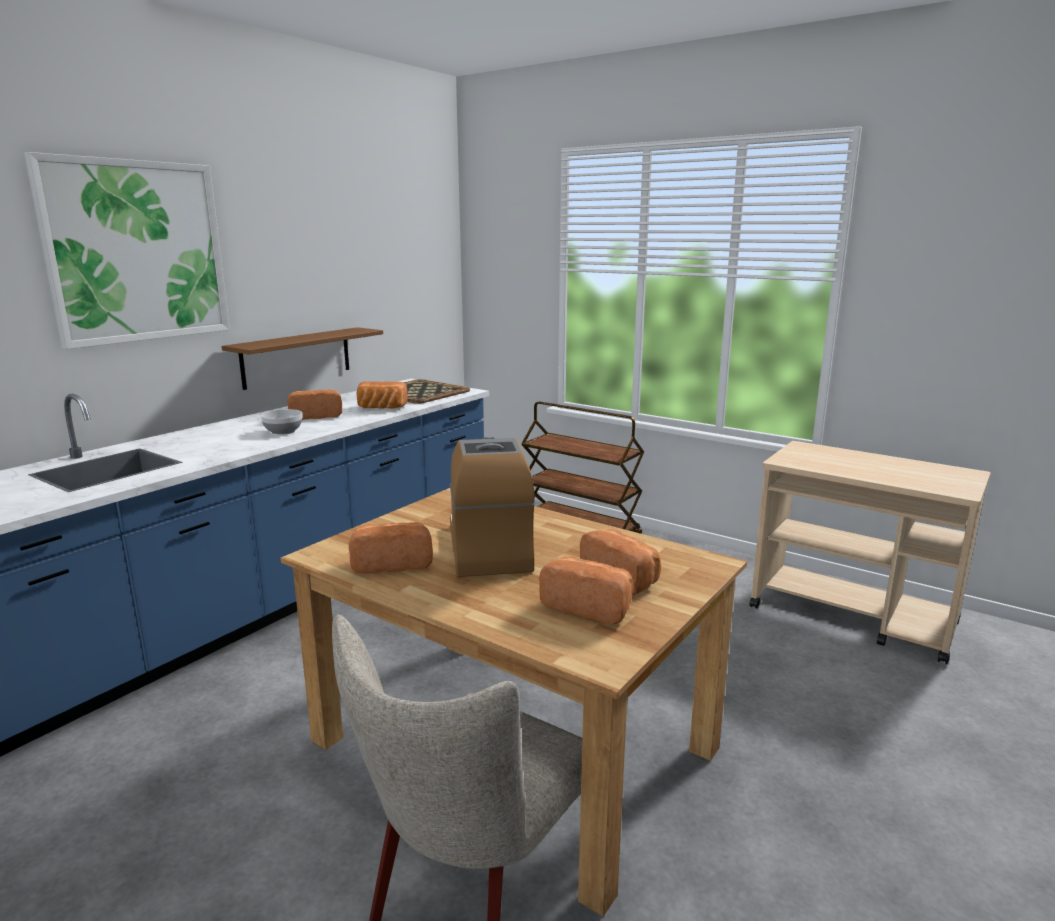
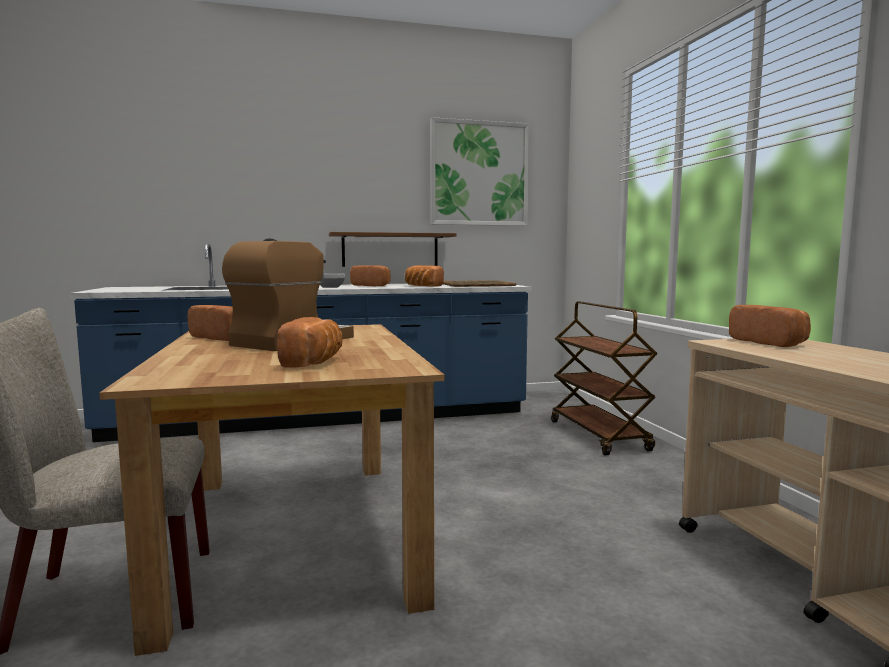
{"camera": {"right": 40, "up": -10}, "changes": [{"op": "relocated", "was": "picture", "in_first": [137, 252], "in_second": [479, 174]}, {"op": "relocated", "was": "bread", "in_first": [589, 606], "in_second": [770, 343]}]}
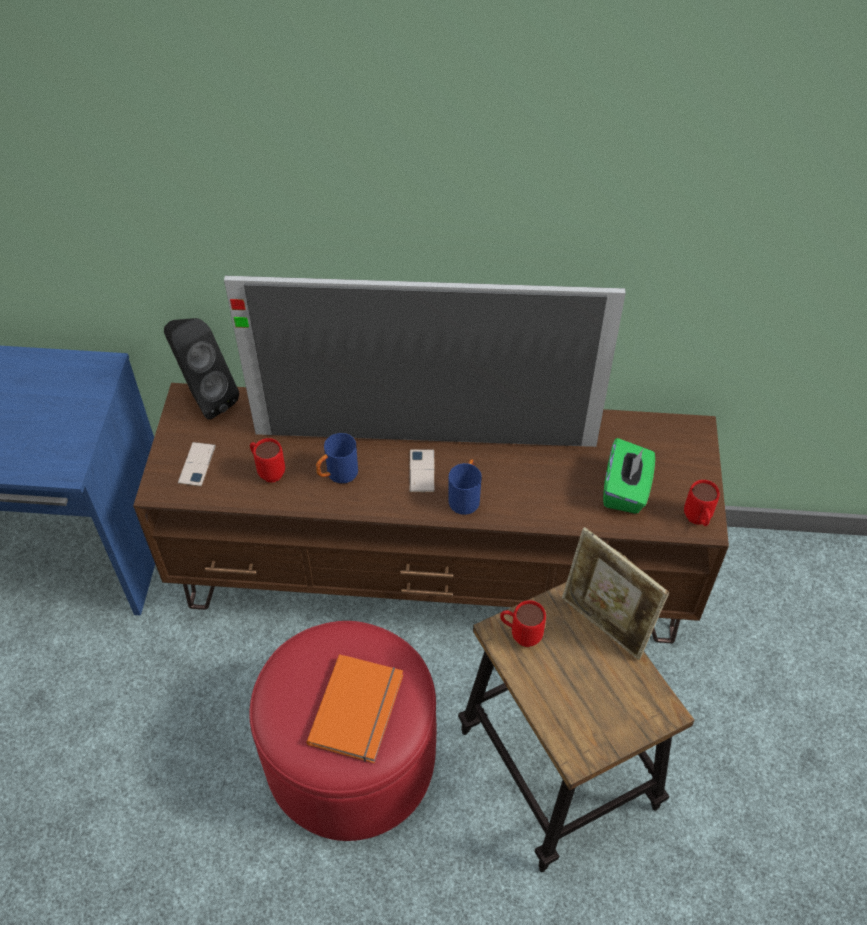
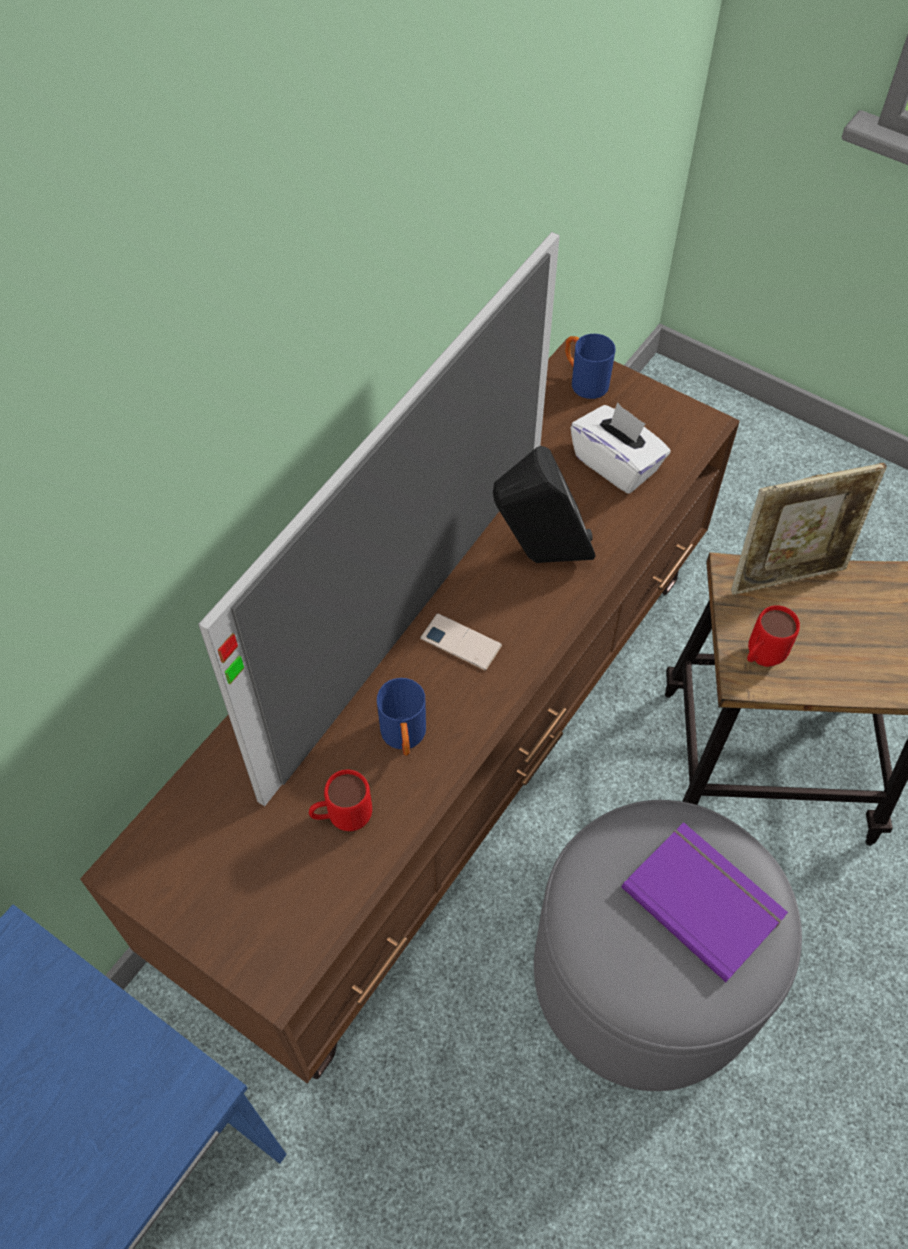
{"camera": {"right": -60, "up": 5}, "changes": [{"op": "relocated", "was": "black speaker", "in_first": [205, 399], "in_second": [539, 557]}, {"op": "colour", "was": "red ottoman", "now": "grey ottoman", "in_first": [351, 757], "in_second": [646, 974]}, {"op": "relocated", "was": "blue mug", "in_first": [465, 497], "in_second": [583, 381]}, {"op": "colour", "was": "green tissue box", "now": "white tissue box", "in_first": [625, 490], "in_second": [616, 464]}, {"op": "colour", "was": "orange book", "now": "purple book", "in_first": [360, 710], "in_second": [704, 899]}, {"op": "missing", "was": "phone", "in_first": [197, 464]}, {"op": "missing", "was": "red mug", "in_first": [697, 521]}]}
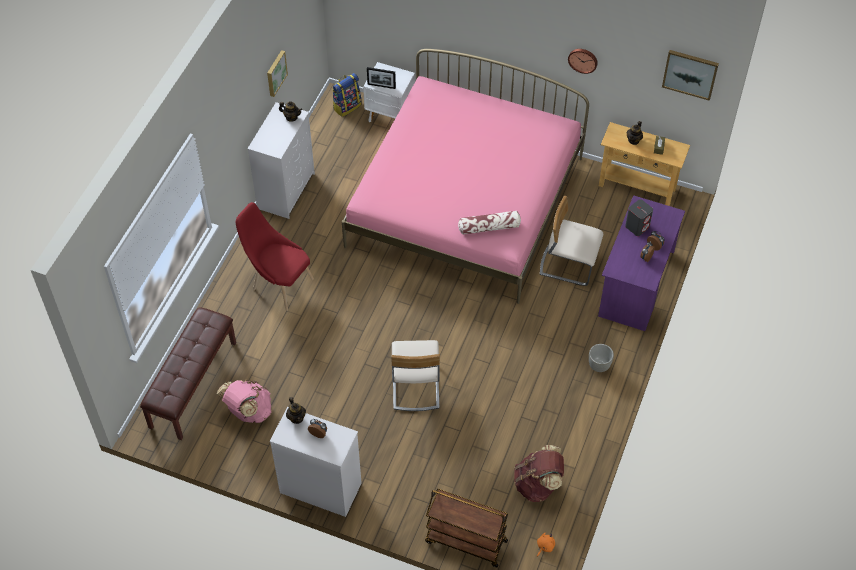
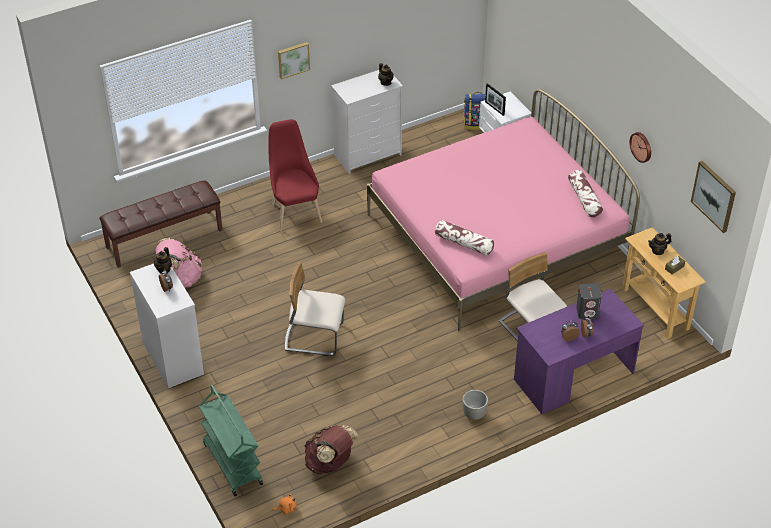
{"camera": {"right": 40, "up": -10}, "changes": [{"op": "colour", "was": "brown cart", "now": "green cart", "in_first": [465, 541], "in_second": [232, 463]}, {"op": "relocated", "was": "picture", "in_first": [275, 73], "in_second": [293, 59]}, {"op": "spun", "was": "beige chair", "in_first": [415, 386], "in_second": [314, 337], "clockwise": 60}, {"op": "appeared", "now": "pillow", "in_second": [584, 199]}]}
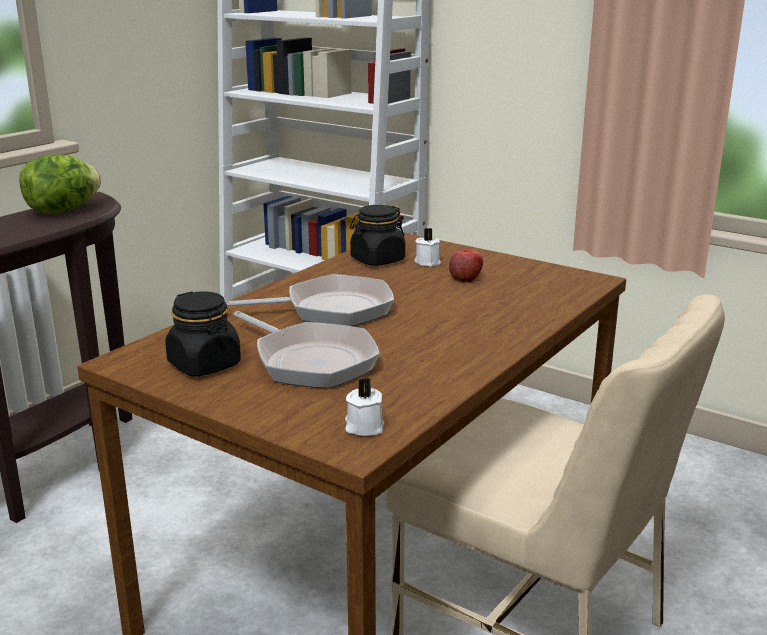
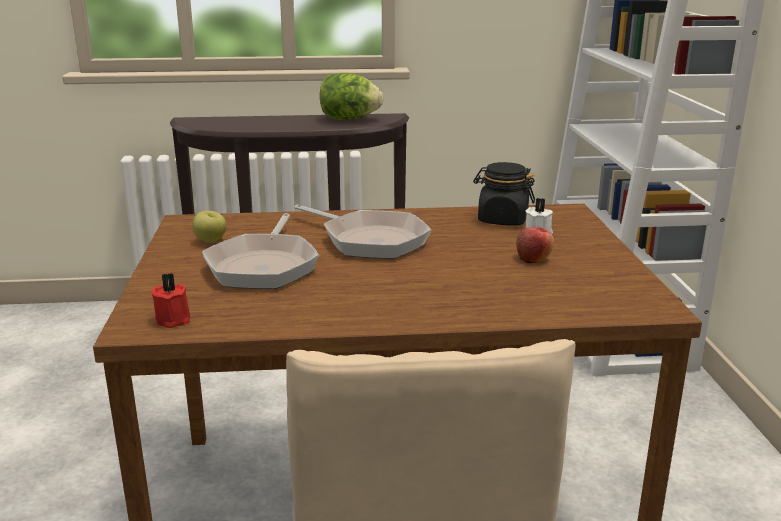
{"camera": {"right": 50, "up": 0}, "changes": [{"op": "colour", "was": "white candle", "now": "red candle", "in_first": [363, 426], "in_second": [174, 319]}, {"op": "exchanged", "was": "black jar", "now": "apple", "in_first": [204, 365], "in_second": [211, 241]}]}
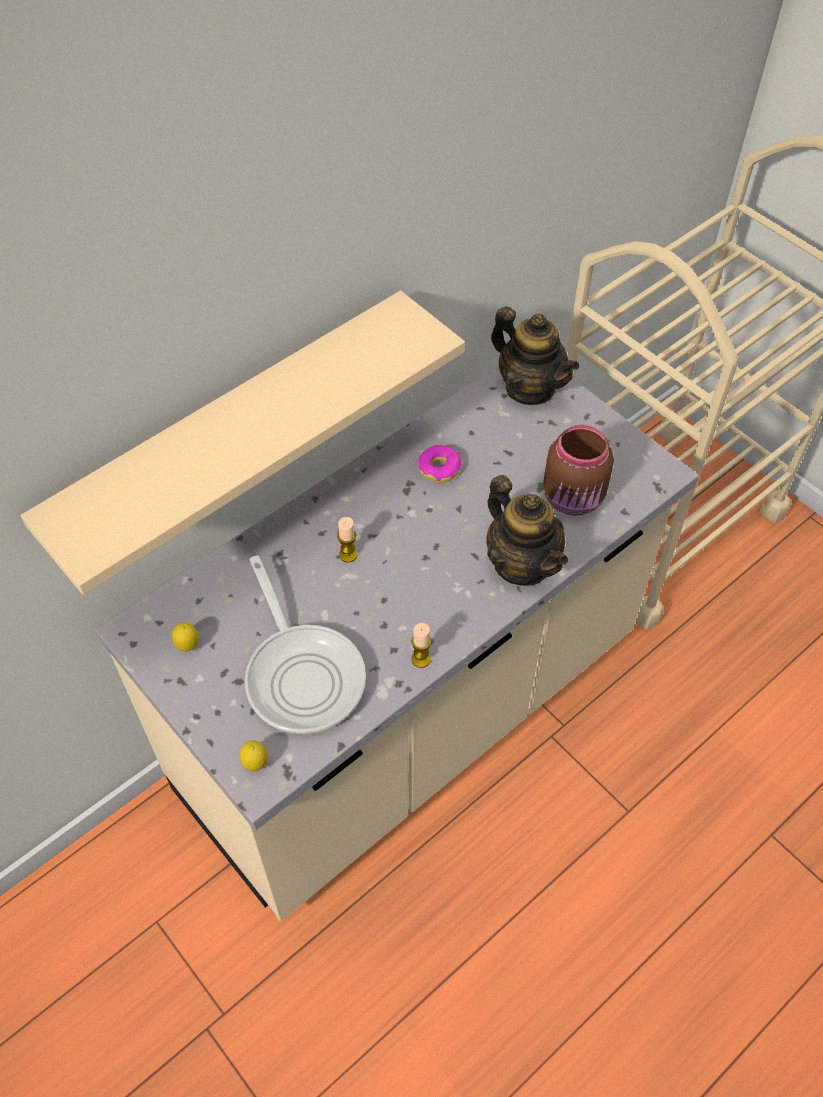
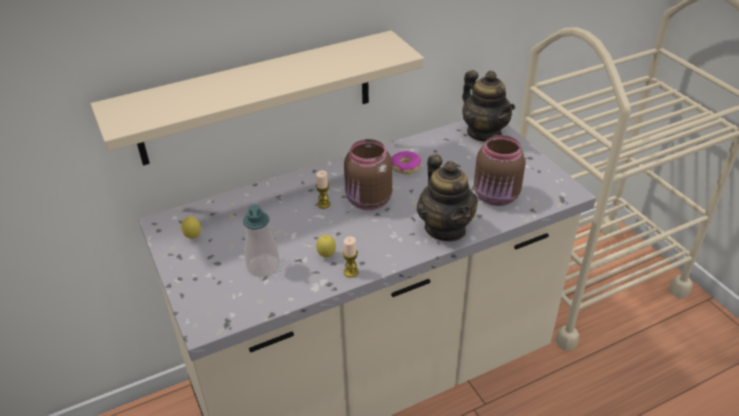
{"camera": {"right": 15, "up": -15}, "changes": [{"op": "exchanged", "was": "frying pan", "now": "soap dispenser", "in_first": [302, 674], "in_second": [263, 266]}, {"op": "relocated", "was": "lemon", "in_first": [255, 764], "in_second": [326, 256]}, {"op": "appeared", "now": "brown jar", "in_second": [368, 201]}]}
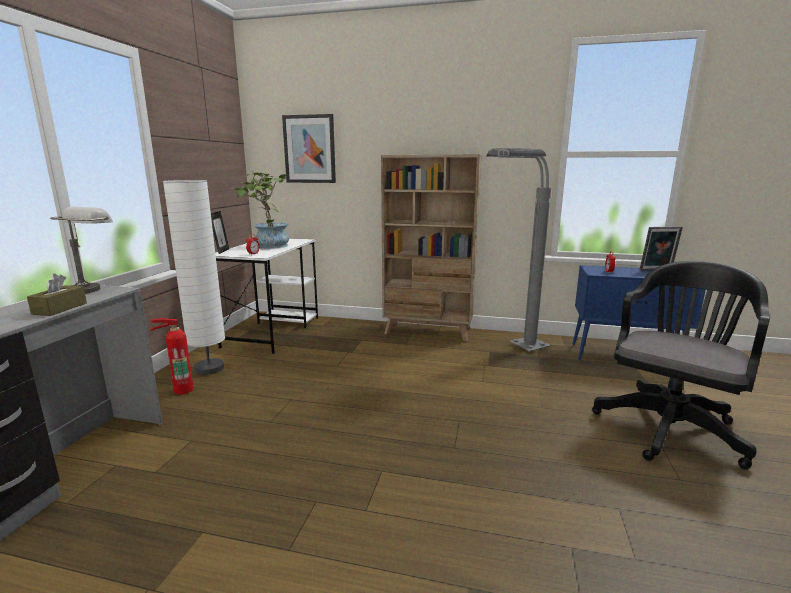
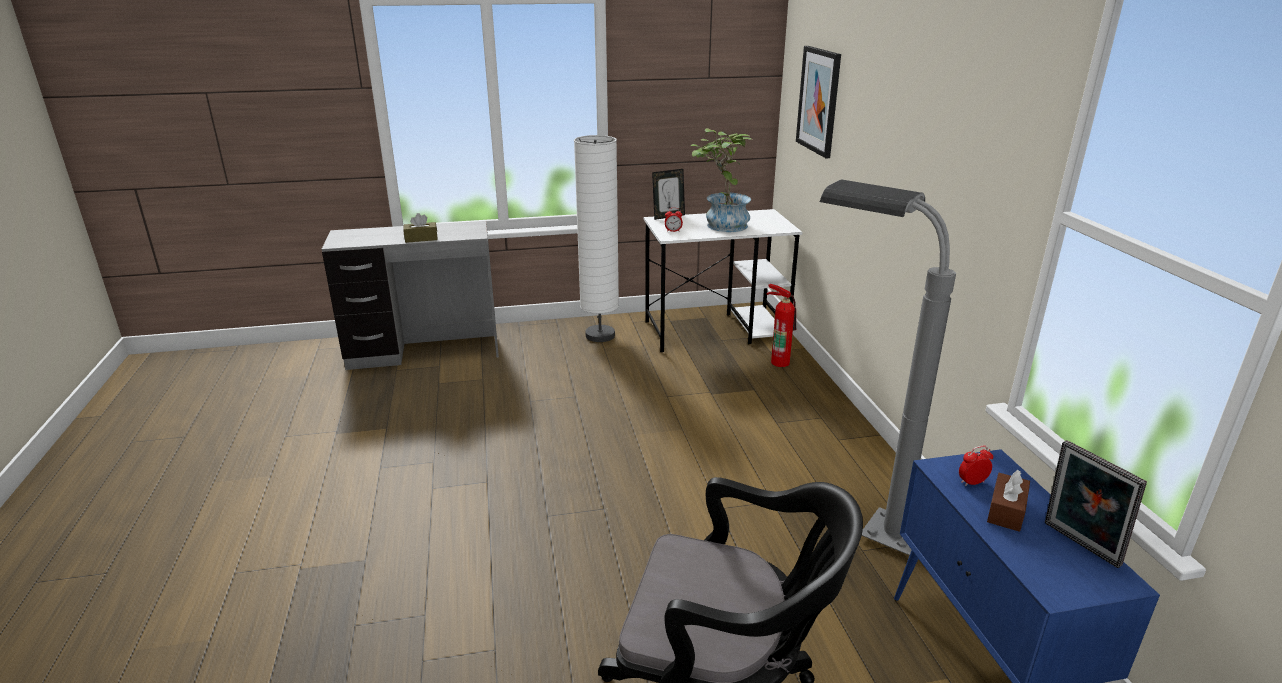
{"camera": {"right": 65, "up": 10}, "changes": [{"op": "relocated", "was": "fire extinguisher", "in_first": [182, 389], "in_second": [779, 361]}, {"op": "appeared", "now": "brown tissue box", "in_second": [1006, 511]}, {"op": "missing", "was": "grey table lamp", "in_first": [92, 288]}, {"op": "missing", "was": "beige bookcase", "in_first": [428, 331]}]}
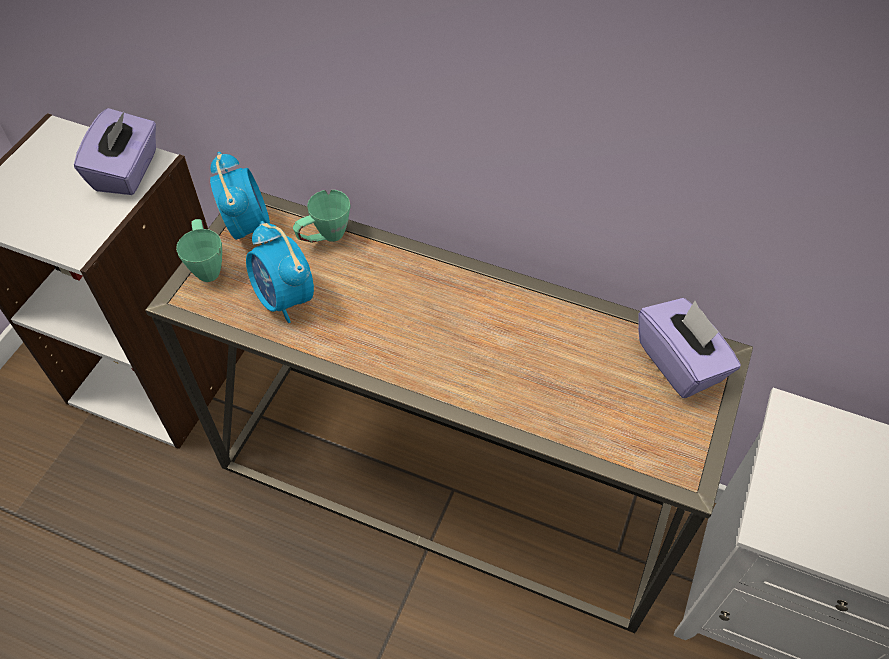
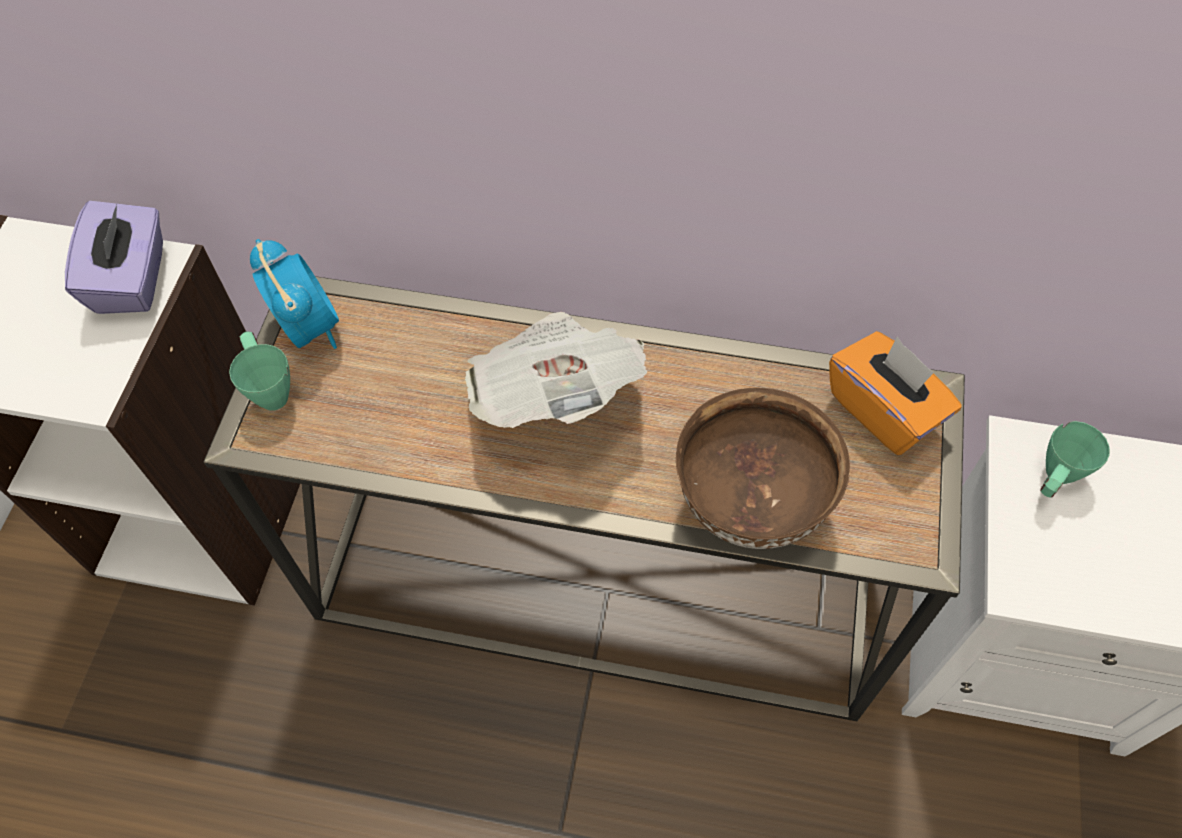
{"camera": {"right": -10, "up": 5}, "changes": [{"op": "appeared", "now": "newspaper", "in_second": [555, 393]}, {"op": "appeared", "now": "brown bowl", "in_second": [749, 503]}, {"op": "colour", "was": "purple tissue box", "now": "orange tissue box", "in_first": [680, 362], "in_second": [884, 410]}, {"op": "relocated", "was": "green mug", "in_first": [324, 238], "in_second": [1053, 481]}, {"op": "missing", "was": "alarm clock", "in_first": [285, 299]}]}
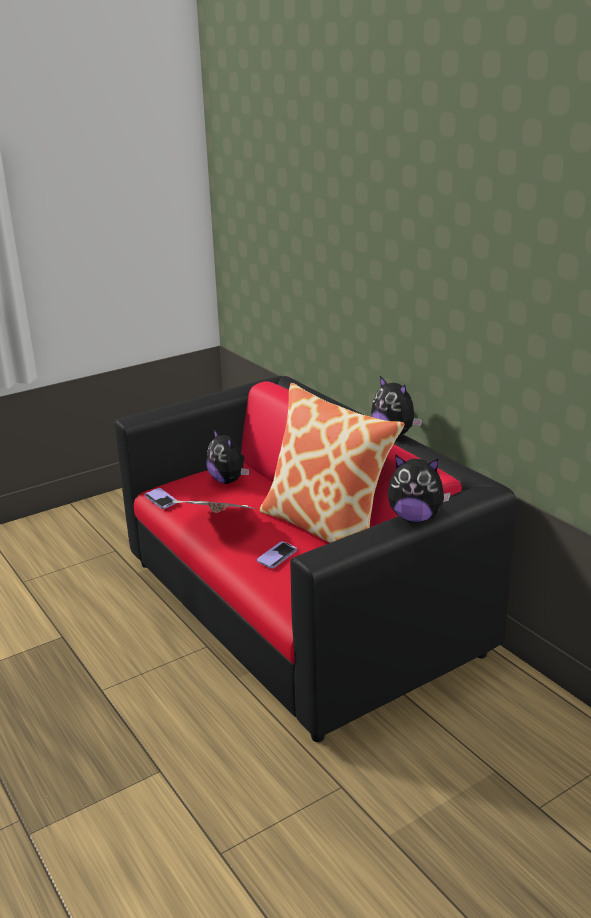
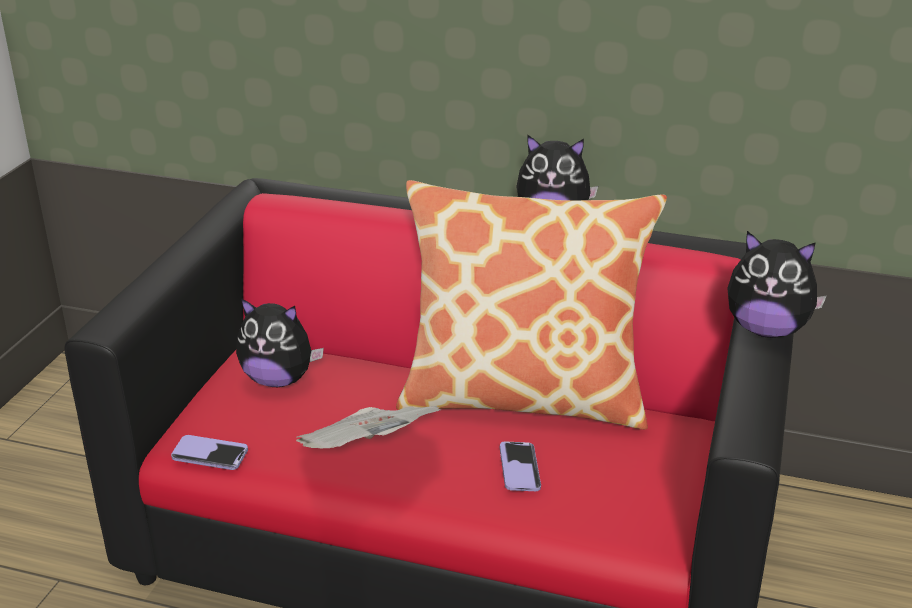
{"camera": {"right": -40, "up": 5}, "changes": [{"op": "spun", "was": "plush toy", "in_first": [415, 517], "in_second": [766, 329], "clockwise": 45}]}
